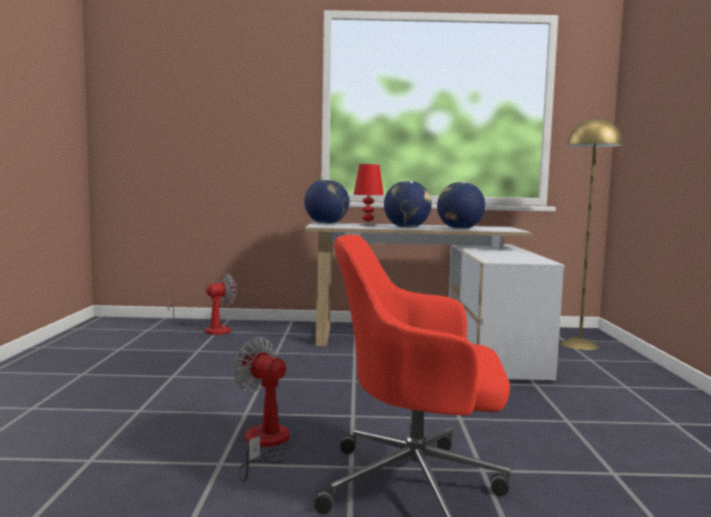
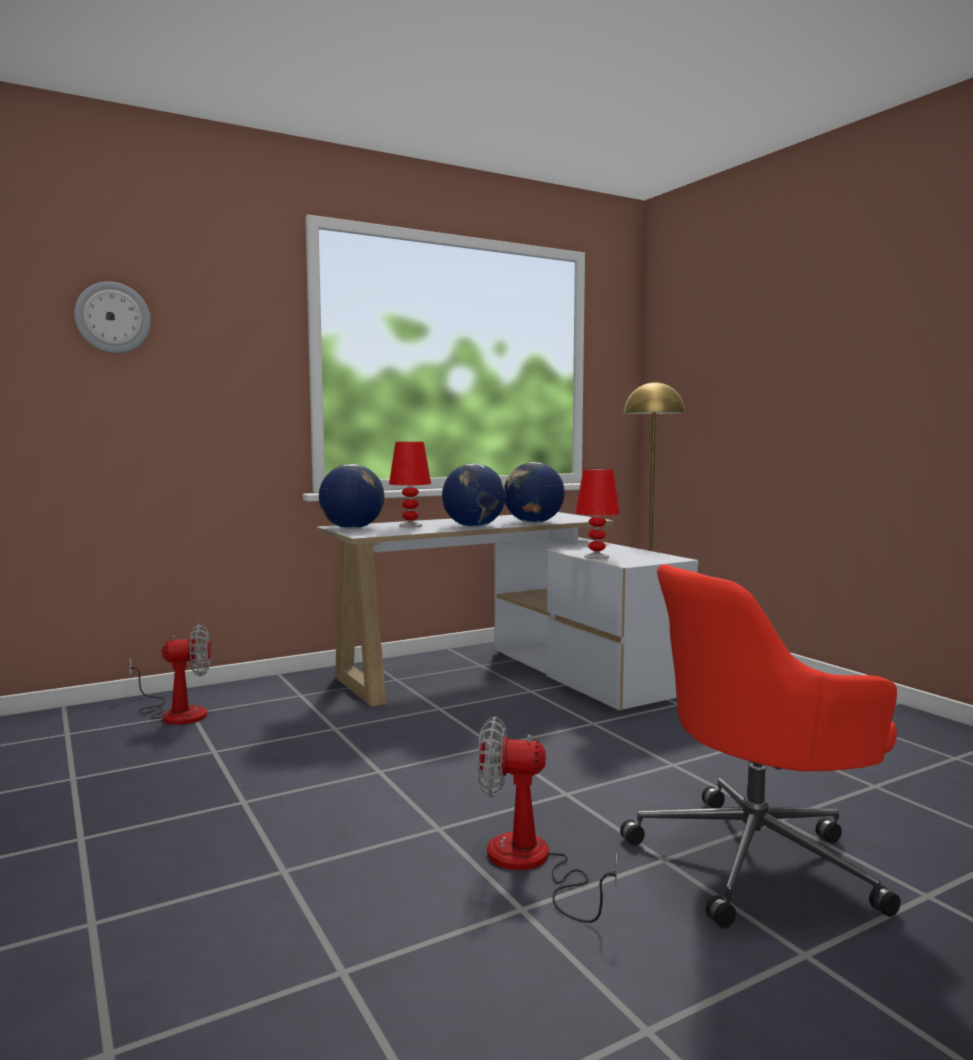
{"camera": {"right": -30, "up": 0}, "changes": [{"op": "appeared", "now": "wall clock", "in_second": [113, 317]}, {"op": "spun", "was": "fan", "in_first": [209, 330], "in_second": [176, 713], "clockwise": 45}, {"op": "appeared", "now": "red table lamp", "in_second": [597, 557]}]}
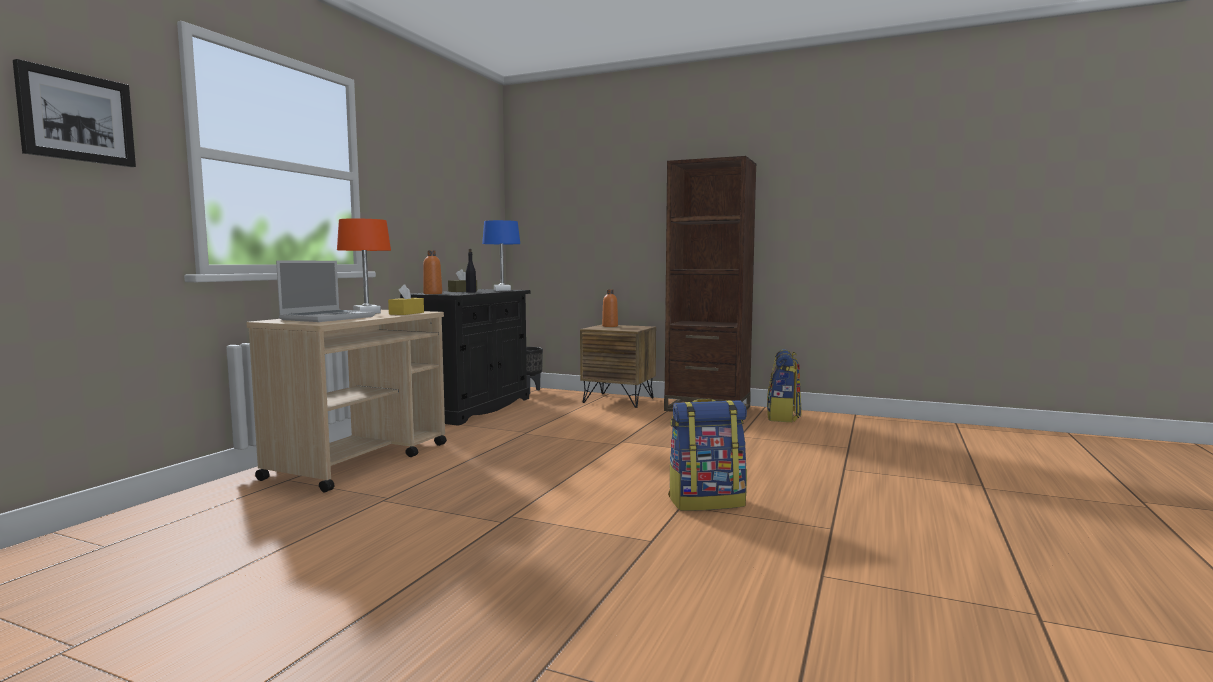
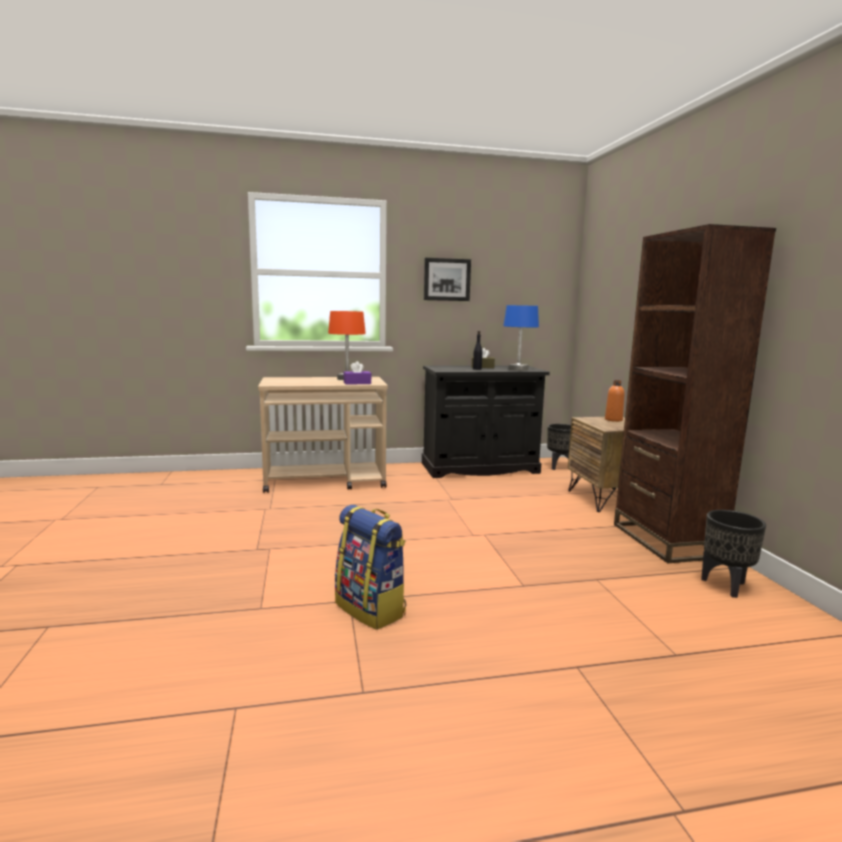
{"camera": {"right": 55, "up": 5}, "changes": [{"op": "colour", "was": "yellow tissue box", "now": "purple tissue box", "in_first": [406, 313], "in_second": [357, 383]}, {"op": "relocated", "was": "picture", "in_first": [76, 117], "in_second": [446, 279]}, {"op": "exchanged", "was": "backpack", "now": "black planter", "in_first": [783, 417], "in_second": [726, 586]}, {"op": "missing", "was": "laptop", "in_first": [328, 318]}, {"op": "missing", "was": "orange bottle", "in_first": [432, 293]}]}
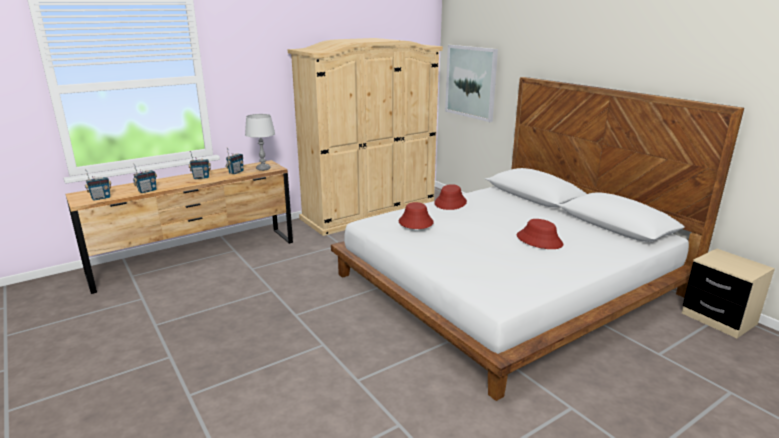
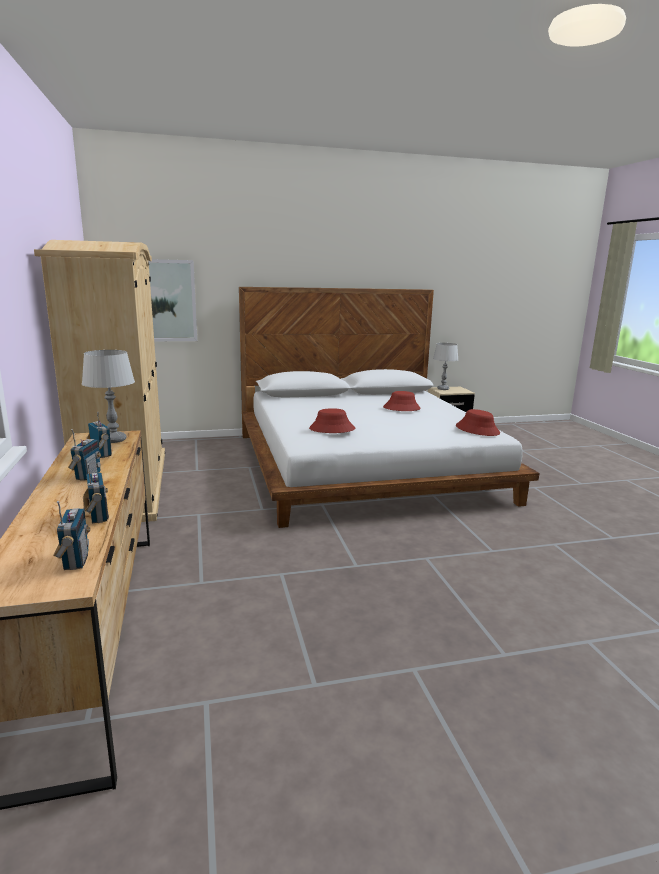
{"camera": {"right": -70, "up": -5}, "changes": [{"op": "appeared", "now": "grey table lamp", "in_second": [443, 389]}, {"op": "relocated", "was": "red hat", "in_first": [450, 203], "in_second": [477, 430]}]}
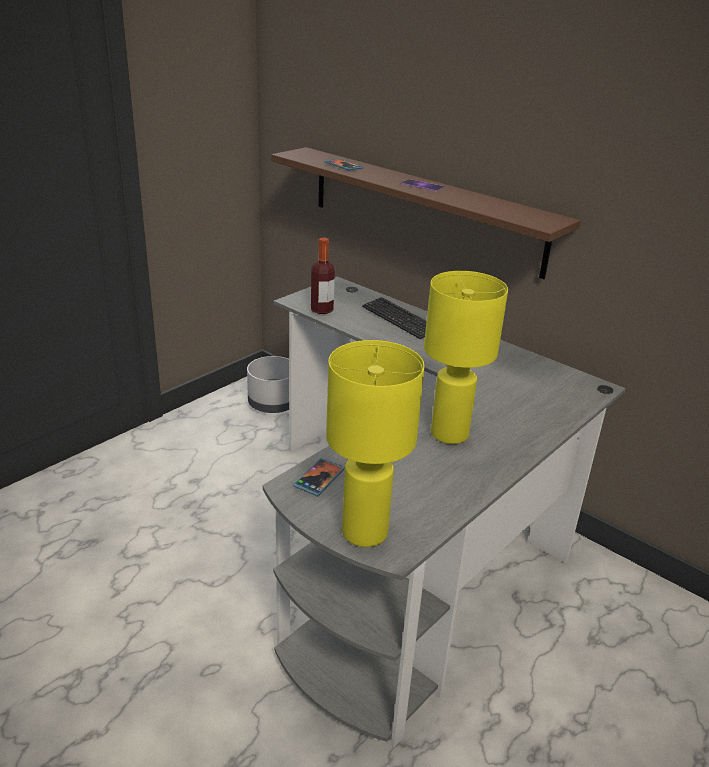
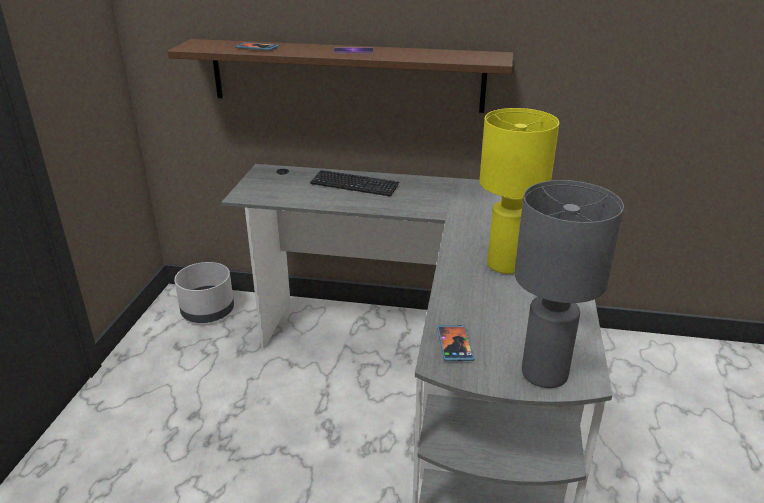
{"camera": {"right": -30, "up": 0}, "changes": [{"op": "colour", "was": "yellow table lamp", "now": "grey table lamp", "in_first": [365, 533], "in_second": [545, 374]}, {"op": "missing", "was": "bottle", "in_first": [322, 310]}]}
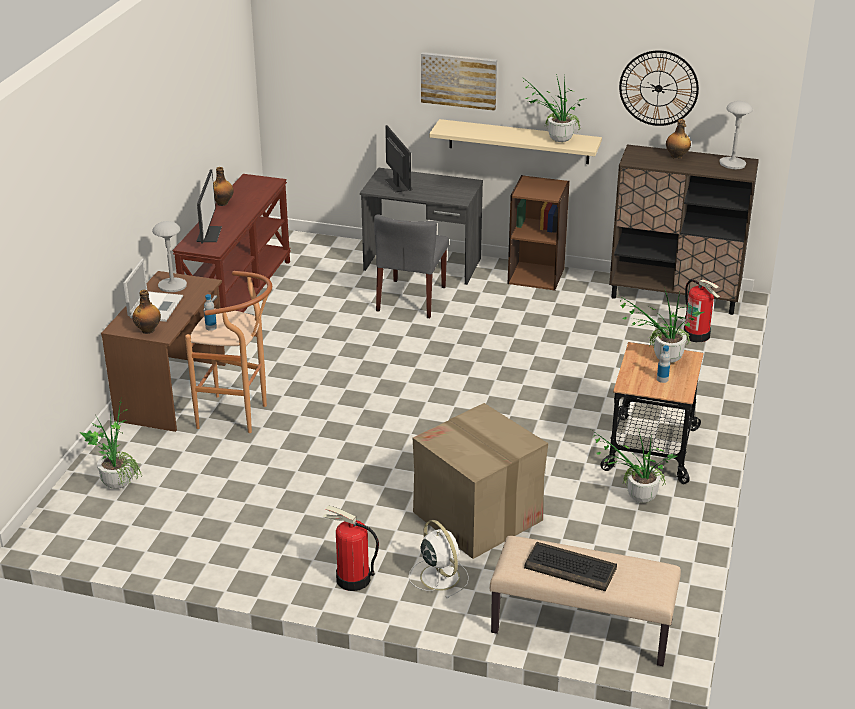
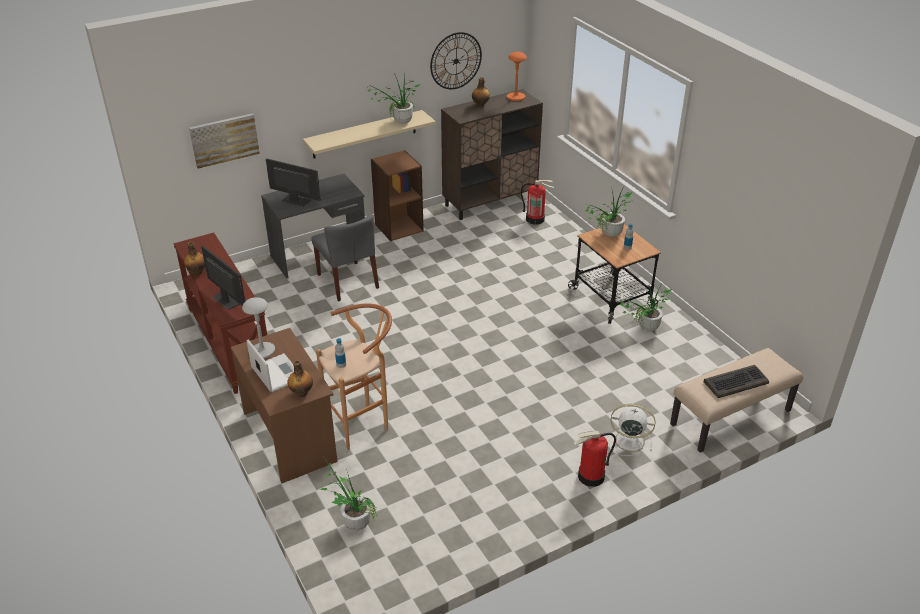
{"camera": {"right": -45, "up": 5}, "changes": [{"op": "relocated", "was": "picture", "in_first": [459, 80], "in_second": [224, 140]}, {"op": "colour", "was": "grey table lamp", "now": "orange table lamp", "in_first": [732, 164], "in_second": [515, 97]}, {"op": "missing", "was": "cardboard box", "in_first": [478, 516]}]}
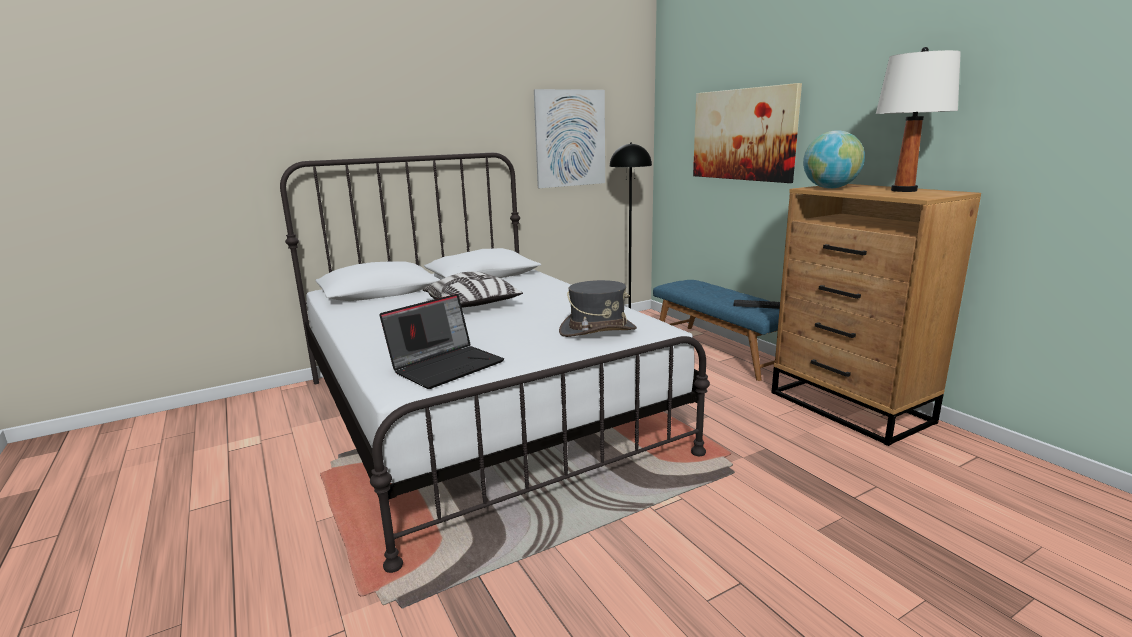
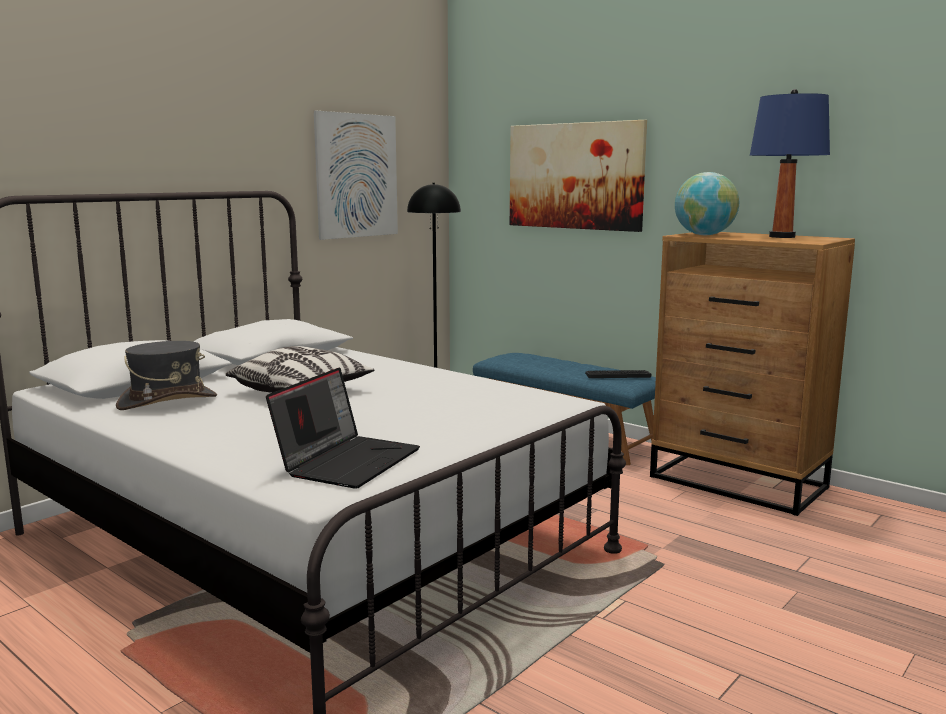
{"camera": {"right": -20, "up": -5}, "changes": [{"op": "relocated", "was": "grey hat", "in_first": [597, 330], "in_second": [167, 401]}, {"op": "colour", "was": "white table lamp", "now": "blue table lamp", "in_first": [903, 190], "in_second": [781, 237]}]}
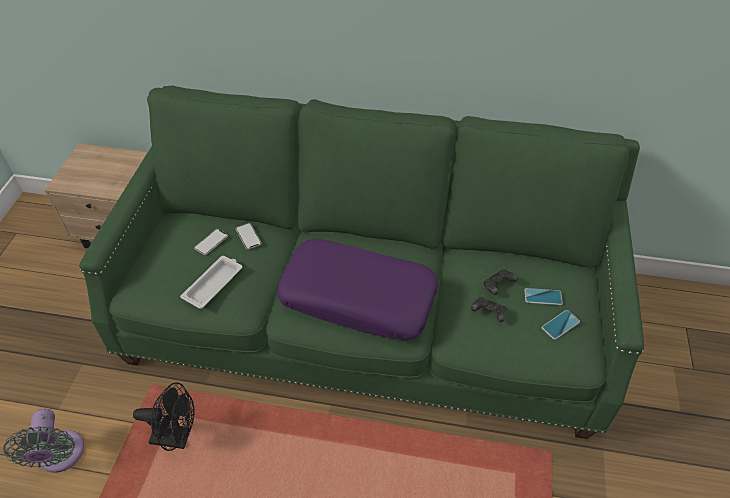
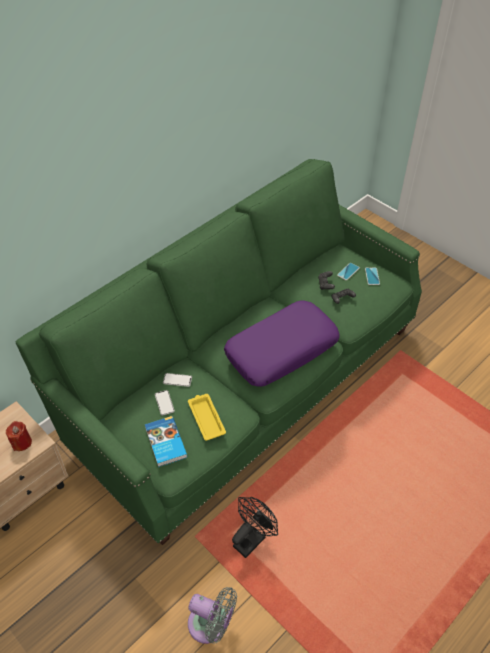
{"camera": {"right": -55, "up": 0}, "changes": [{"op": "appeared", "now": "red candle", "in_second": [21, 442]}, {"op": "appeared", "now": "book", "in_second": [165, 443]}, {"op": "colour", "was": "white tray", "now": "yellow tray", "in_first": [214, 284], "in_second": [206, 418]}]}
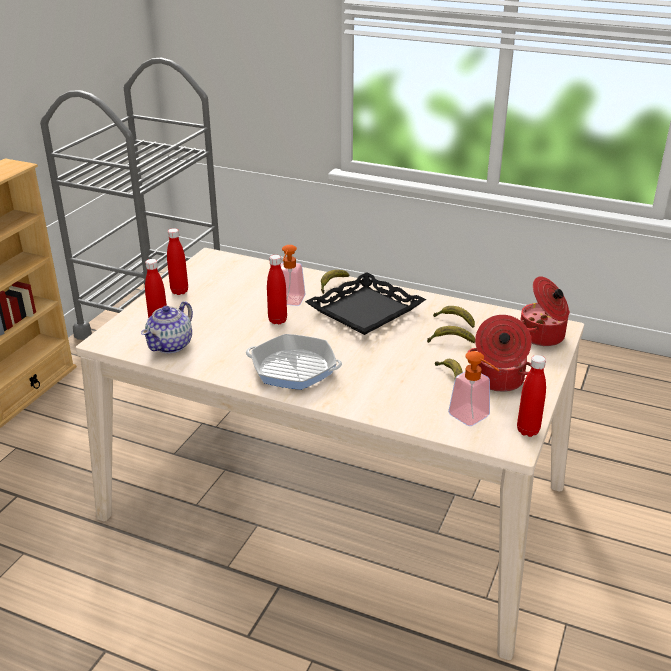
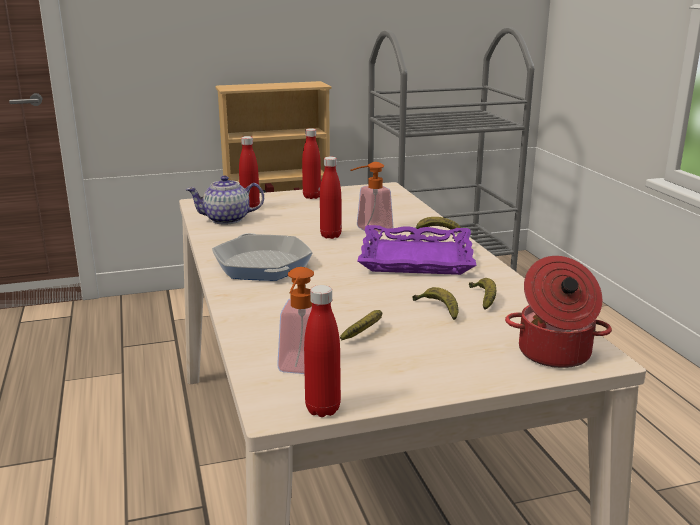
{"camera": {"right": 50, "up": -10}, "changes": [{"op": "colour", "was": "black tray", "now": "purple tray", "in_first": [365, 311], "in_second": [416, 258]}, {"op": "missing", "was": "cooking pot", "in_first": [498, 380]}]}
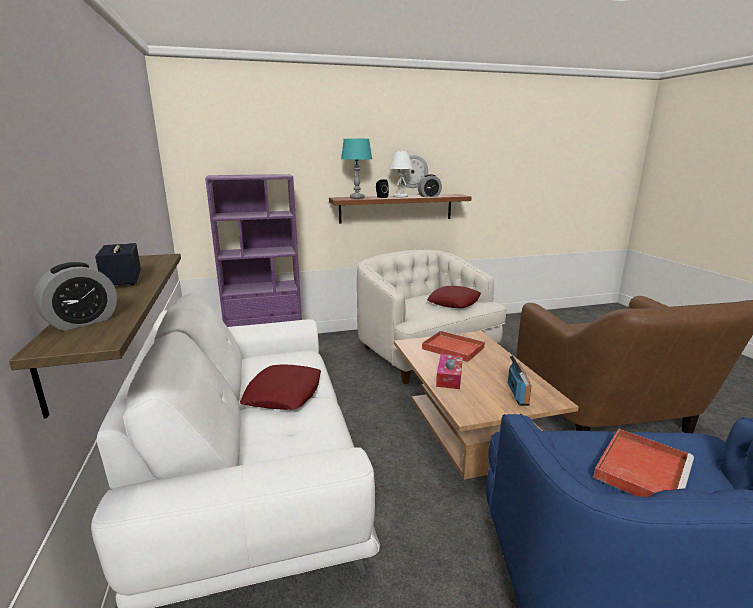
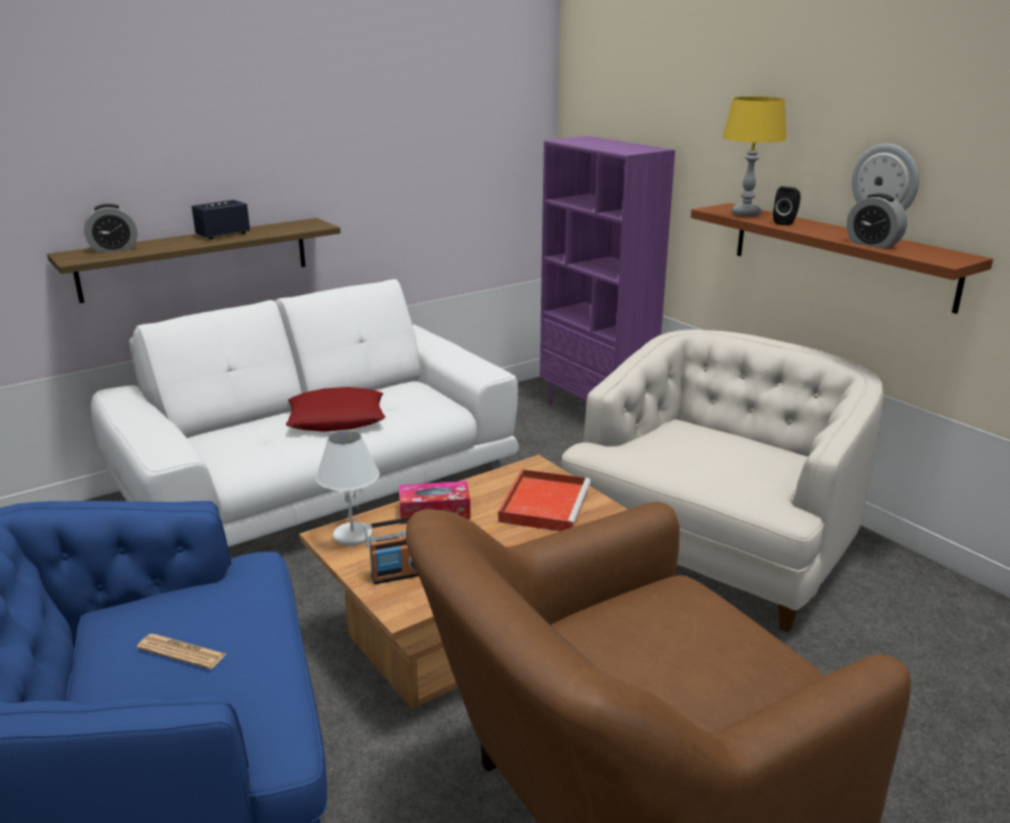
{"camera": {"right": 70, "up": 5}, "changes": [{"op": "spun", "was": "alarm clock", "in_first": [82, 322], "in_second": [114, 249], "clockwise": -45}, {"op": "exchanged", "was": "red tray", "now": "newspaper", "in_first": [642, 469], "in_second": [181, 652]}, {"op": "relocated", "was": "white table lamp", "in_first": [400, 196], "in_second": [352, 535]}, {"op": "colour", "was": "turquoise table lamp", "now": "yellow table lamp", "in_first": [357, 198], "in_second": [746, 214]}, {"op": "missing", "was": "red pillow", "in_first": [454, 302]}]}
